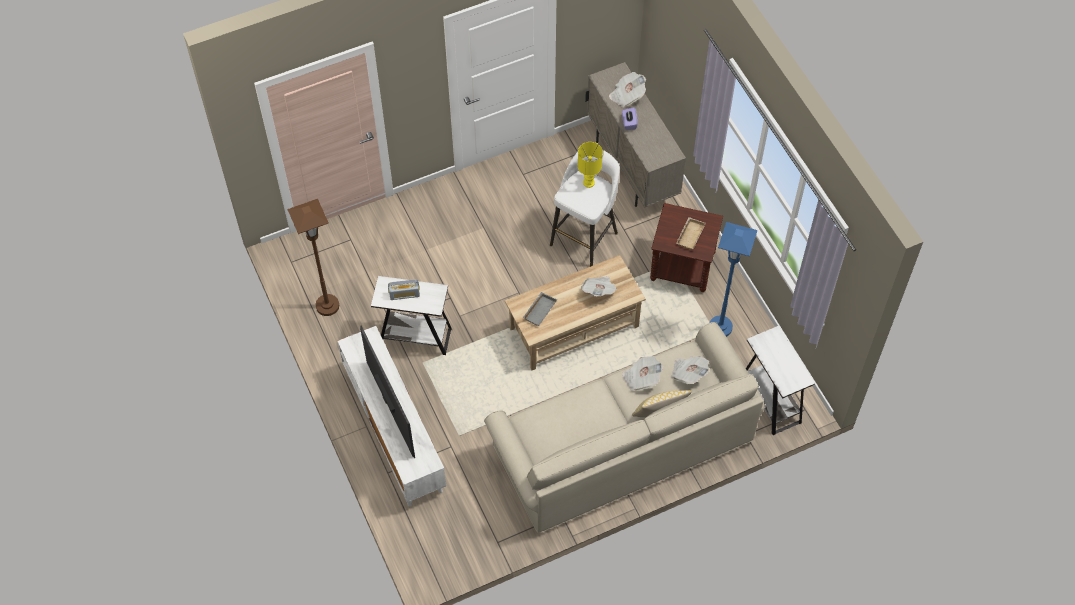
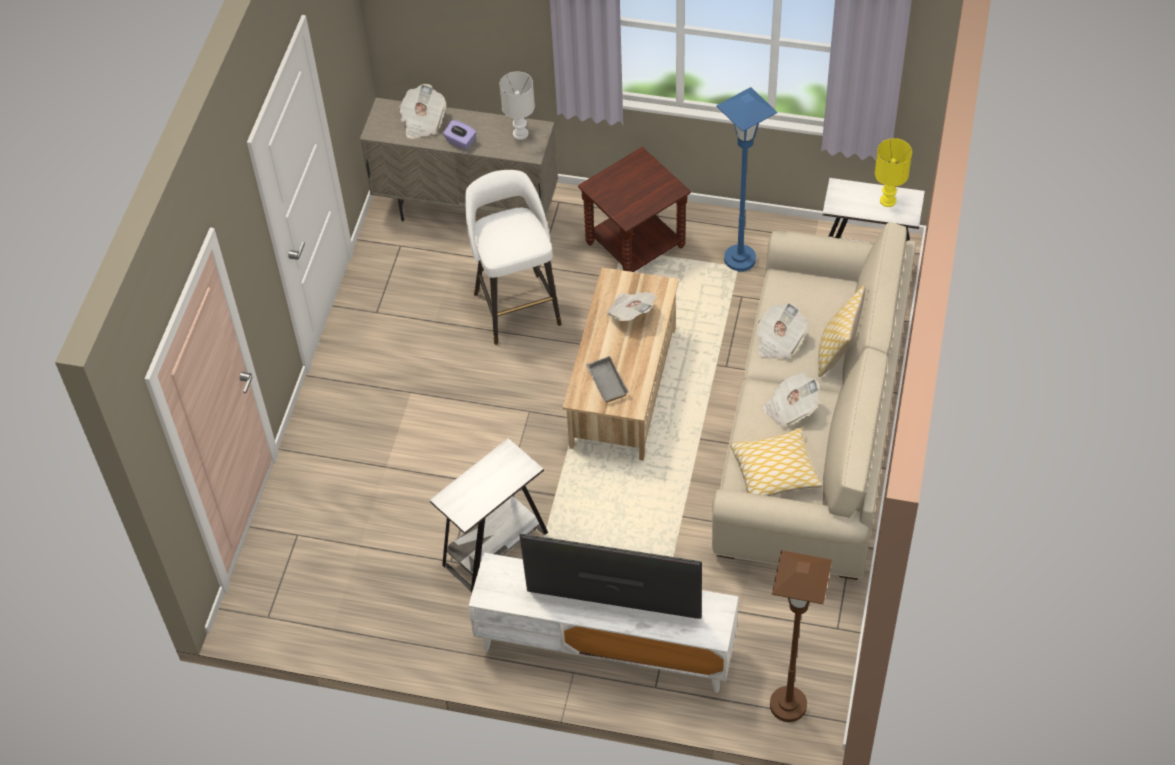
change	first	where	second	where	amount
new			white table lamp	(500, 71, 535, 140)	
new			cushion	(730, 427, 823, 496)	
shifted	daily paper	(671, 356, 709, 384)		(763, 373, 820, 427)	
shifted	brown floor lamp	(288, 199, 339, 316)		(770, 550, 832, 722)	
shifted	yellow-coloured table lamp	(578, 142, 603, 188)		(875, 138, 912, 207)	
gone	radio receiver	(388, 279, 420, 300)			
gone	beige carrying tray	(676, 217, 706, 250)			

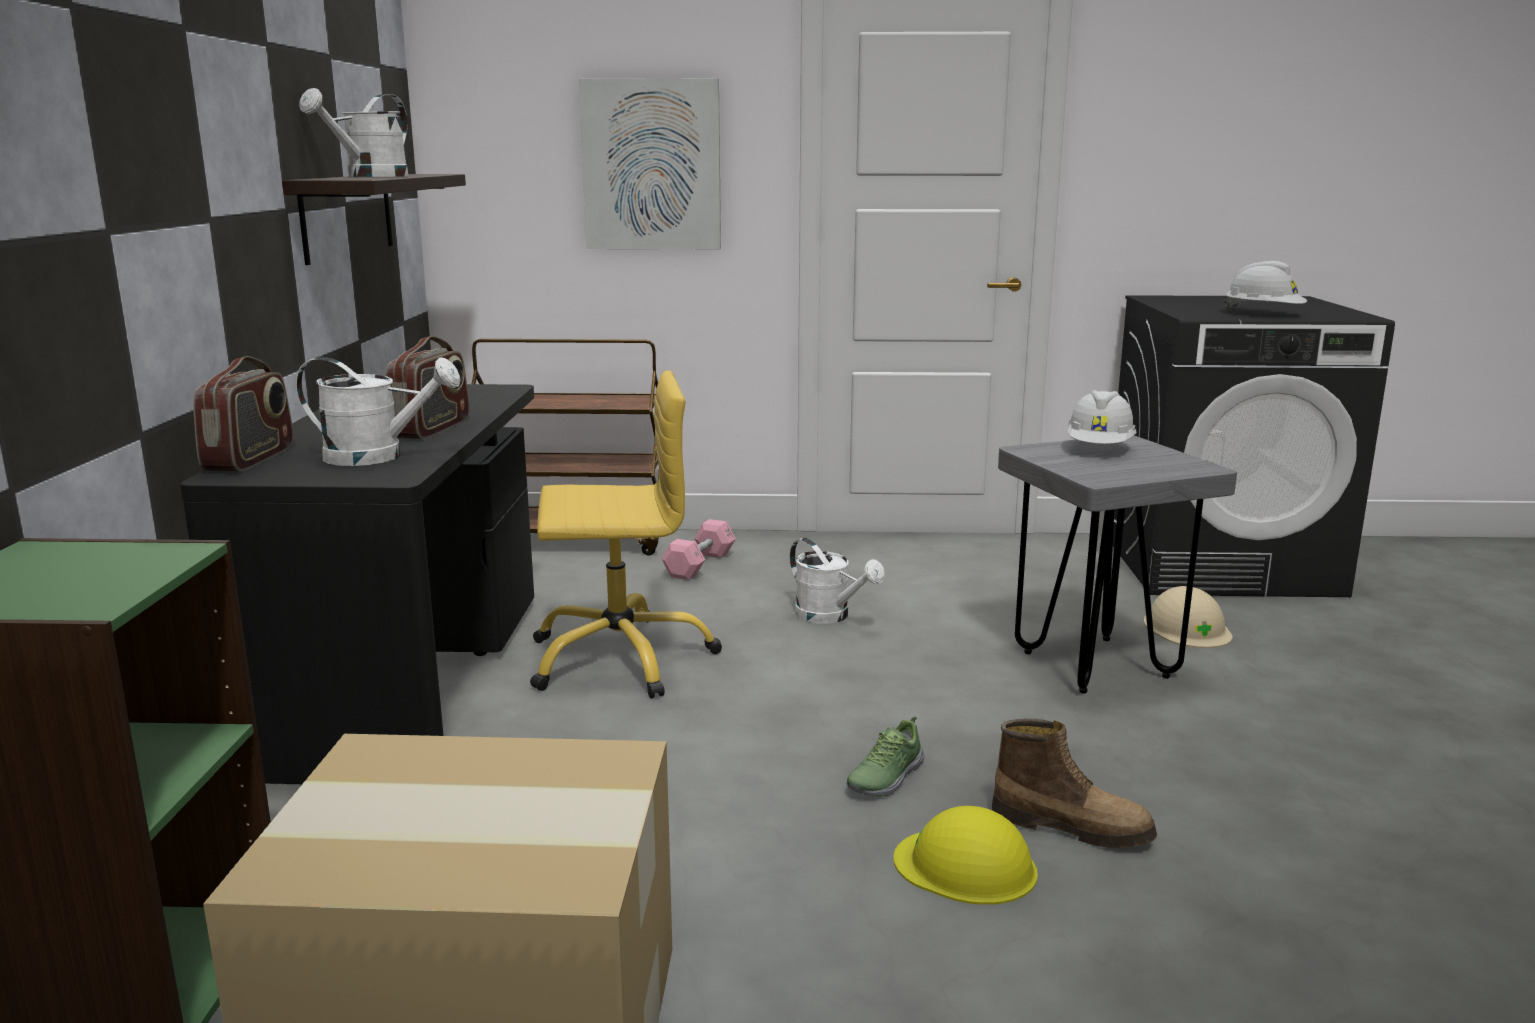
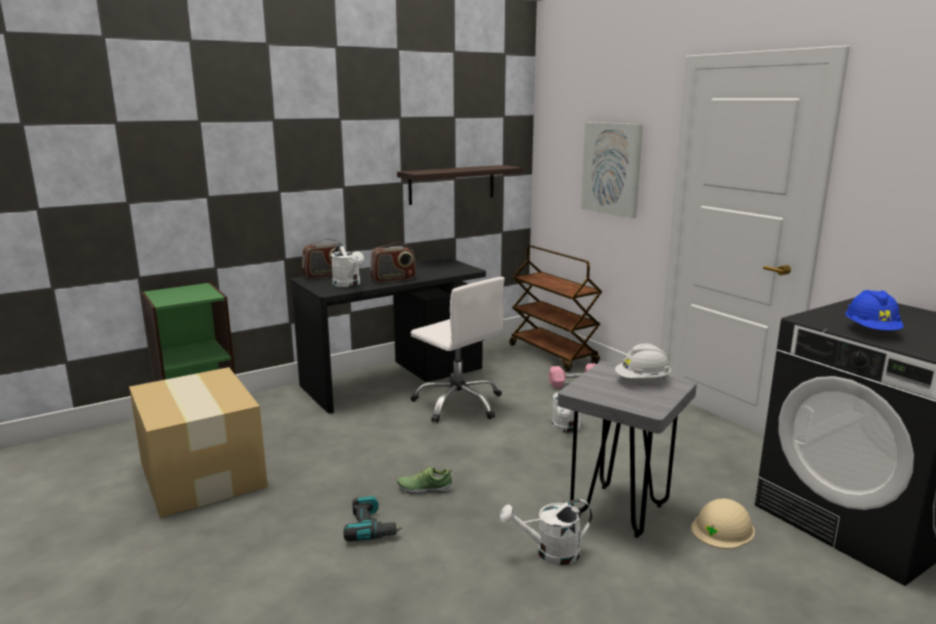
change	first	where	second	where	amount
swapped	yellow-coloured safety helmet	(893, 806, 1038, 905)	drill	(344, 496, 403, 542)	
repainted	yellow-coloured office chair	(530, 370, 722, 698)	white office chair	(410, 277, 505, 423)	
shifted	white watering can	(299, 88, 408, 177)		(500, 499, 592, 565)	
repainted	white safety helmet	(1224, 261, 1307, 311)	blue safety helmet	(845, 290, 904, 330)	
gone	high-top boot	(992, 719, 1157, 848)			

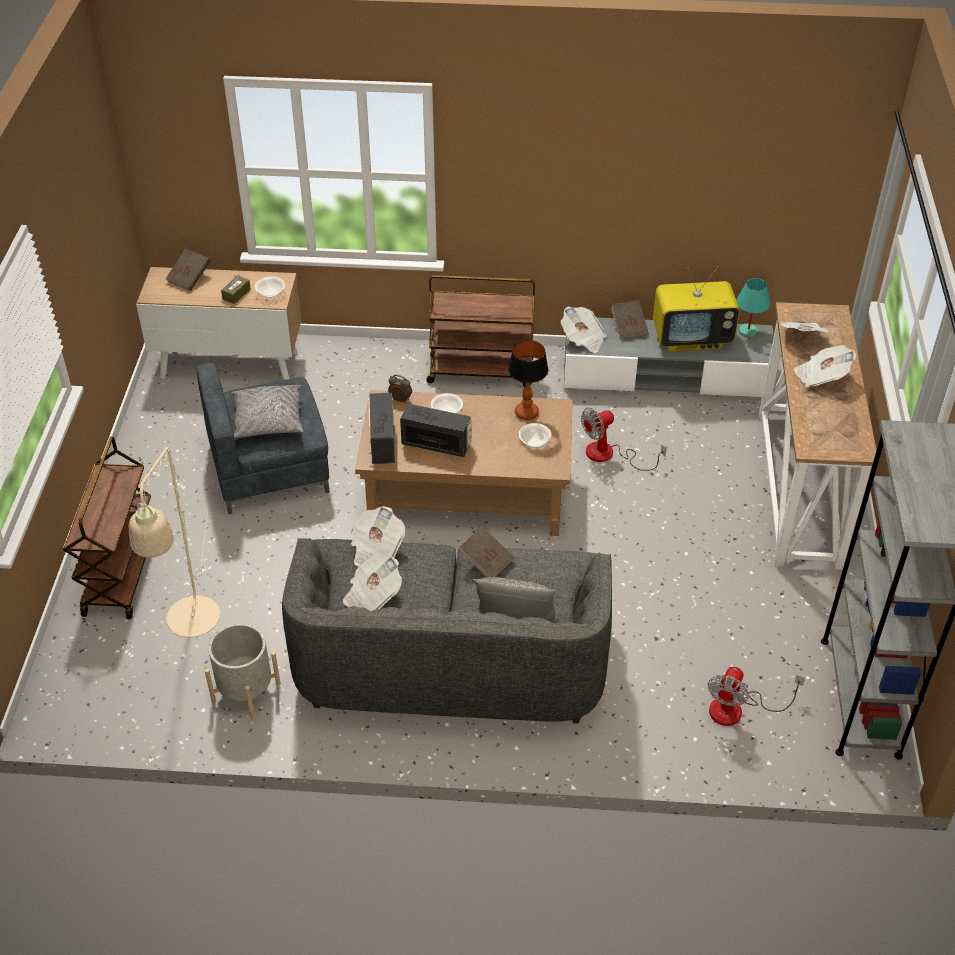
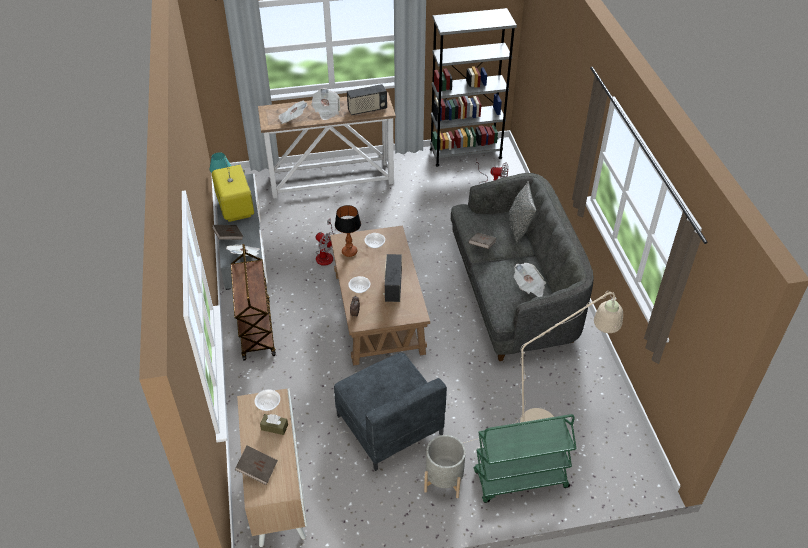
change	first	where	second	where	amount
shifted	radio receiver	(369, 393, 395, 464)		(347, 84, 387, 115)	
shifted	gray flower pot	(205, 623, 281, 720)		(424, 435, 466, 498)	
repainted	brown trolley	(63, 437, 151, 619)	green-coloured trolley	(474, 414, 577, 503)	
gone	gray cushion	(231, 385, 304, 438)			
gone	daily paper	(351, 506, 405, 567)			

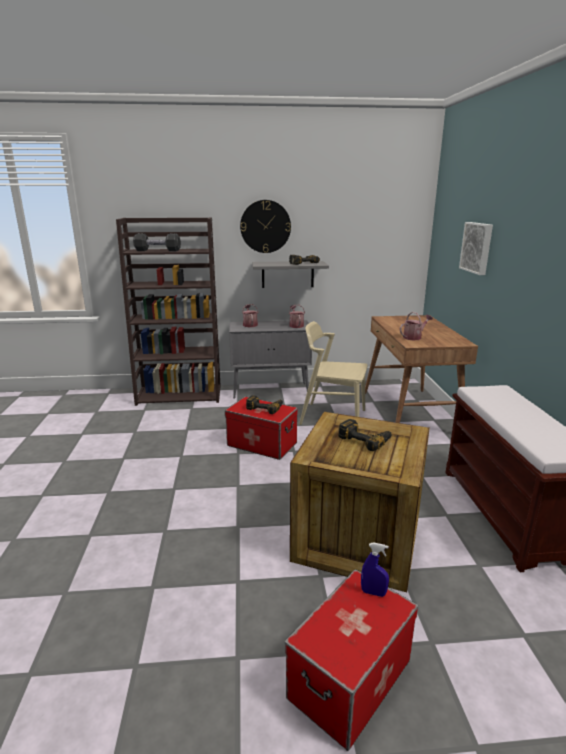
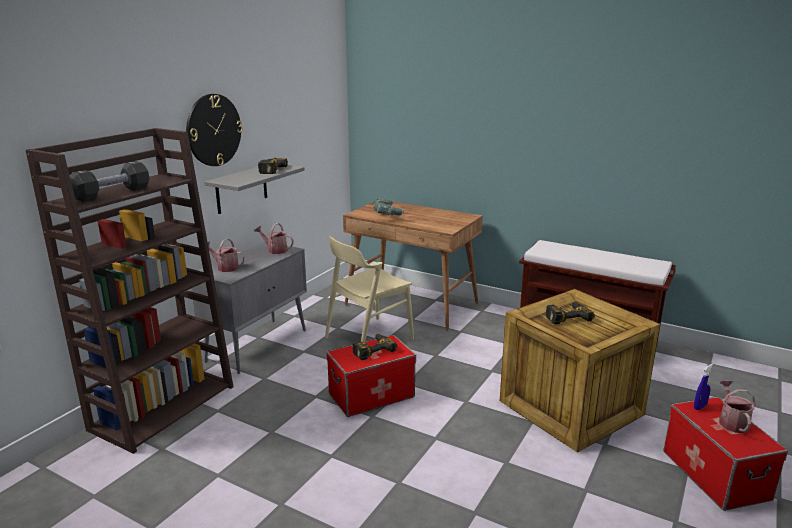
change	first	where	second	where	amount
new			drill	(373, 198, 409, 215)	
shifted	watering can	(400, 312, 433, 340)		(719, 381, 755, 433)	
gone	wall picture	(459, 222, 493, 275)			

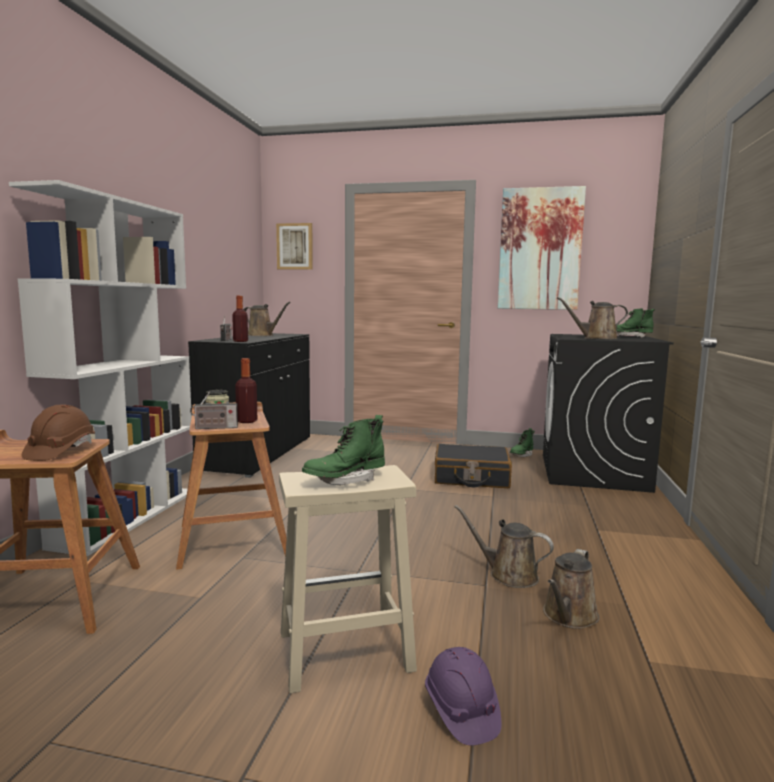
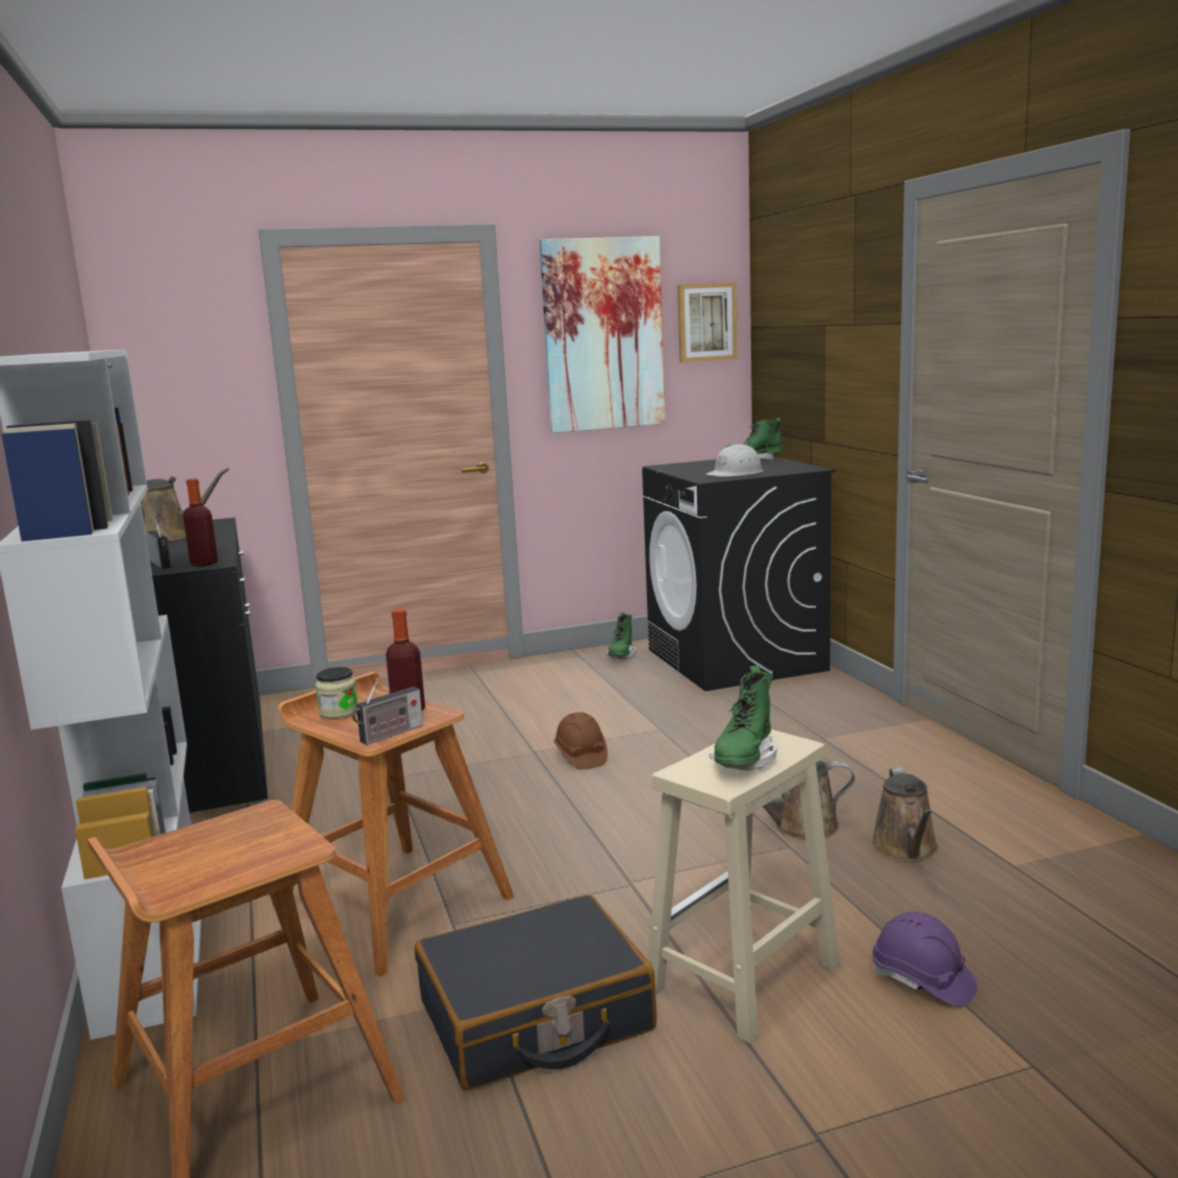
change	first	where	second	where	amount
shifted	blackish piece of luggage	(435, 444, 512, 488)		(415, 895, 657, 1090)	
shifted	brown safety helmet	(21, 404, 95, 461)		(554, 712, 608, 769)	
shifted	wall picture	(276, 223, 313, 270)		(677, 282, 738, 362)	
swapped	brown watering can	(557, 297, 628, 339)	white safety helmet	(706, 444, 763, 477)	

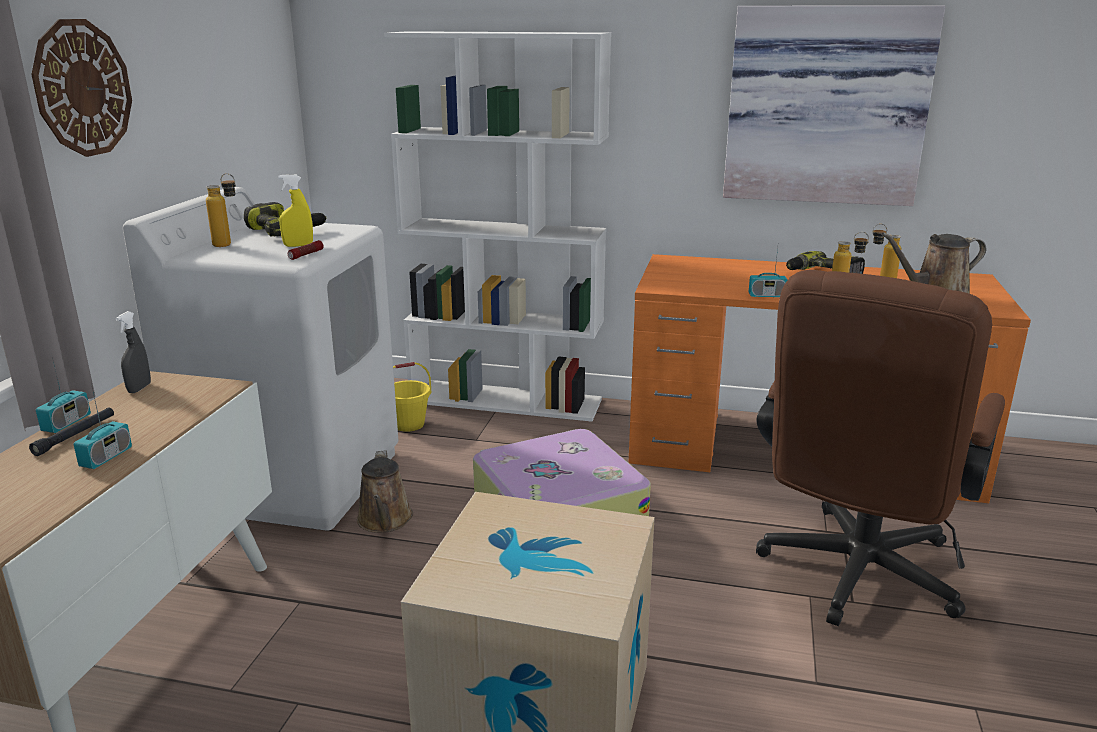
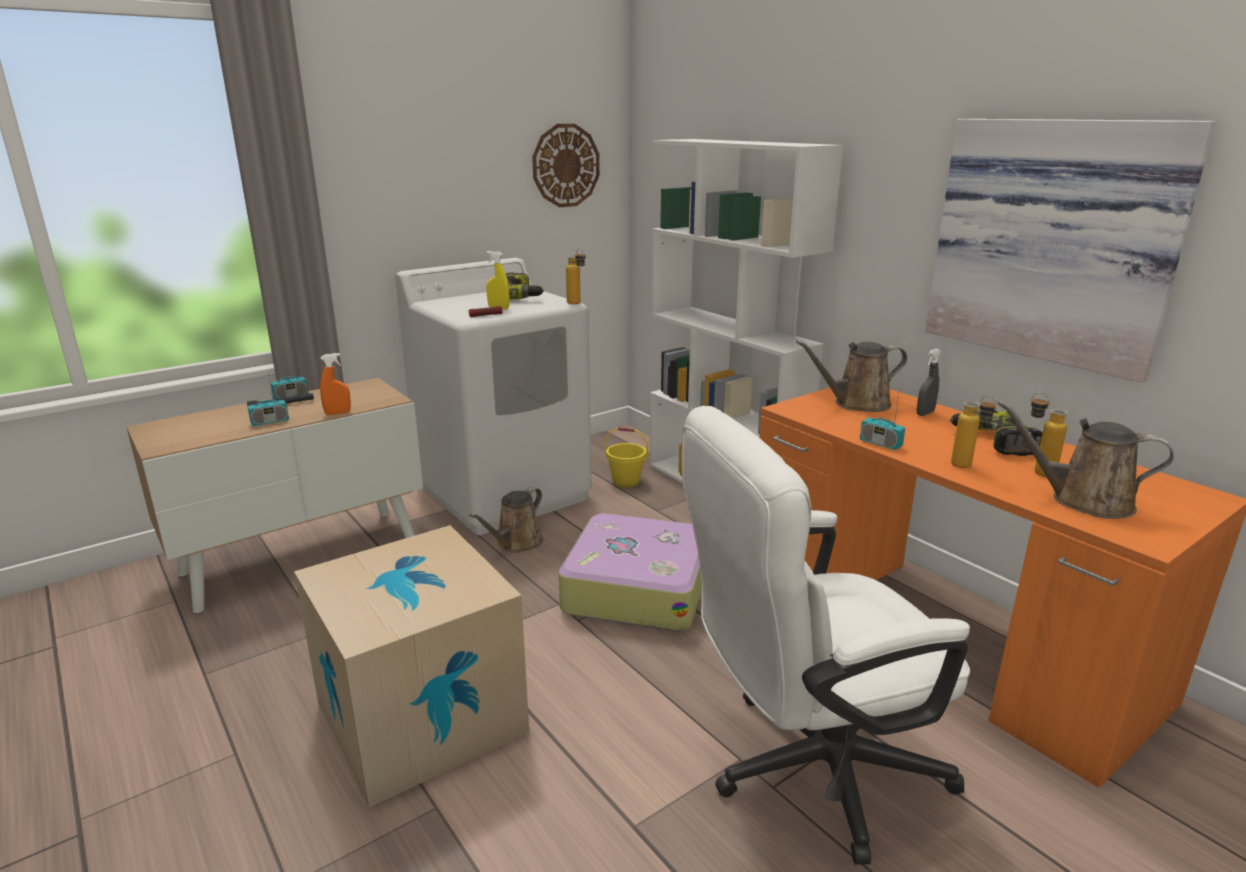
change	first	where	second	where	amount
new			orange spray bottle	(320, 353, 351, 415)	
shifted	hanging clock	(31, 19, 132, 157)		(532, 124, 600, 207)	
shifted	bottle	(206, 173, 236, 247)		(566, 248, 586, 304)	
repainted	brown office chair	(756, 270, 1005, 626)	white office chair	(682, 406, 970, 865)	
new			brown watering can	(796, 340, 907, 412)	
shifted	gray spray bottle	(115, 311, 151, 393)		(917, 349, 941, 416)	

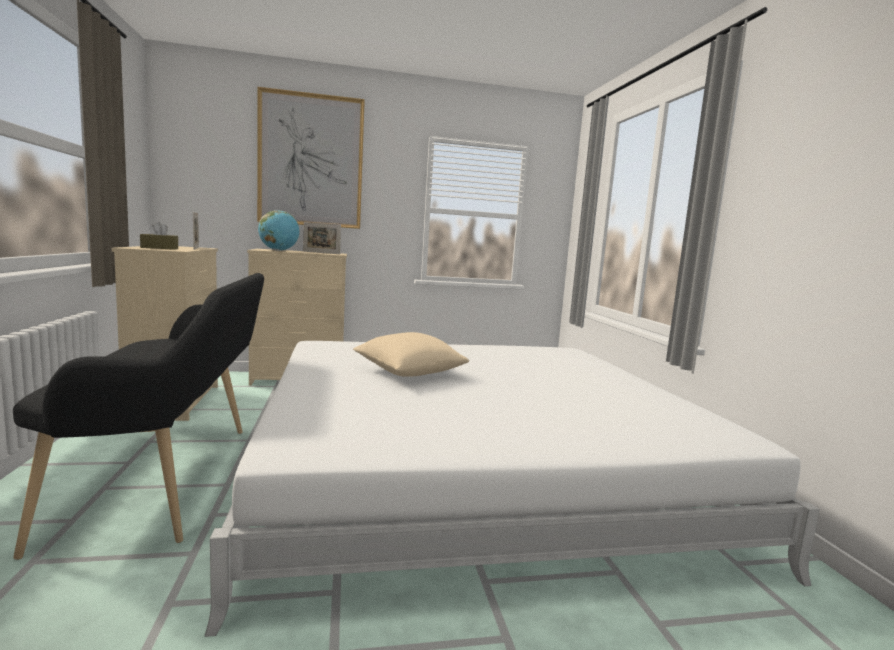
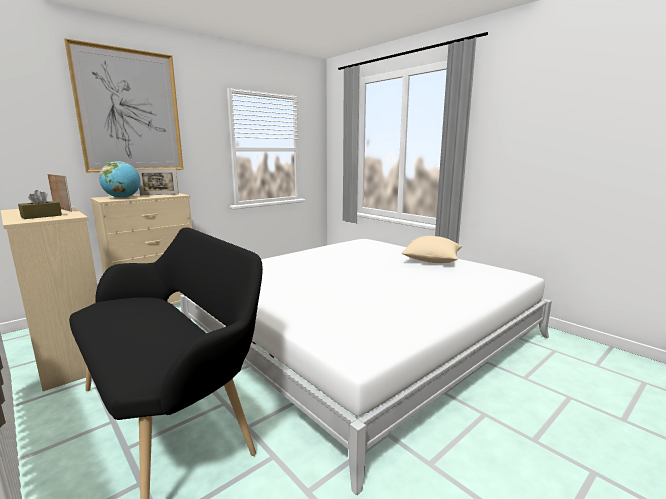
change	first	where	second	where	amount
shifted	beige cushion	(353, 332, 469, 377)		(401, 236, 462, 263)	

